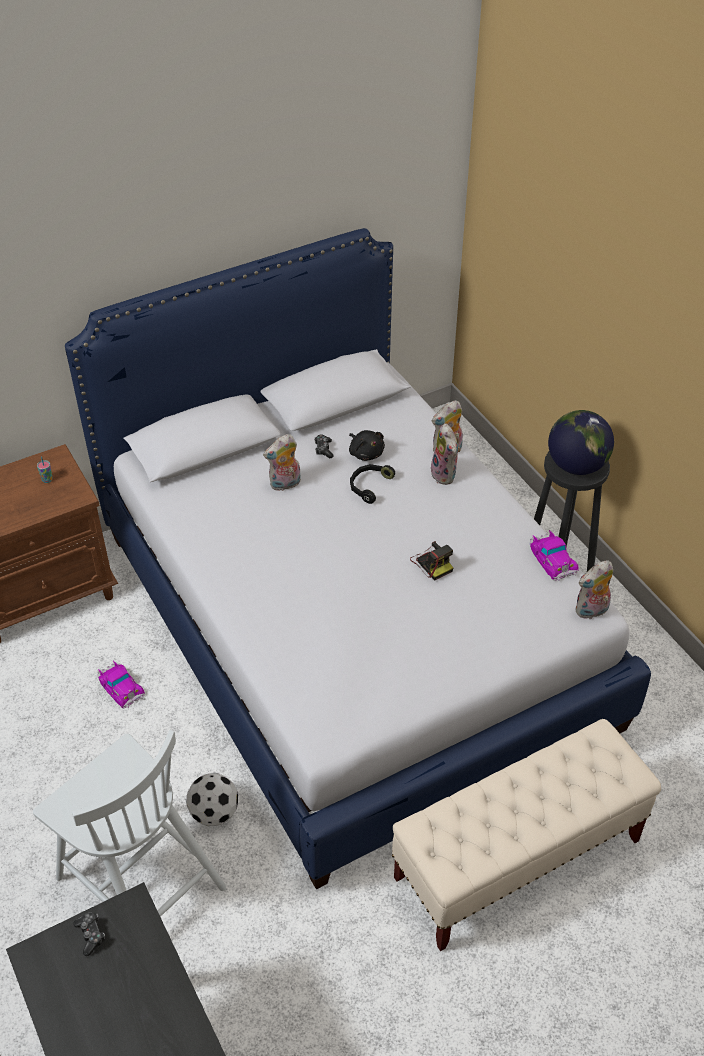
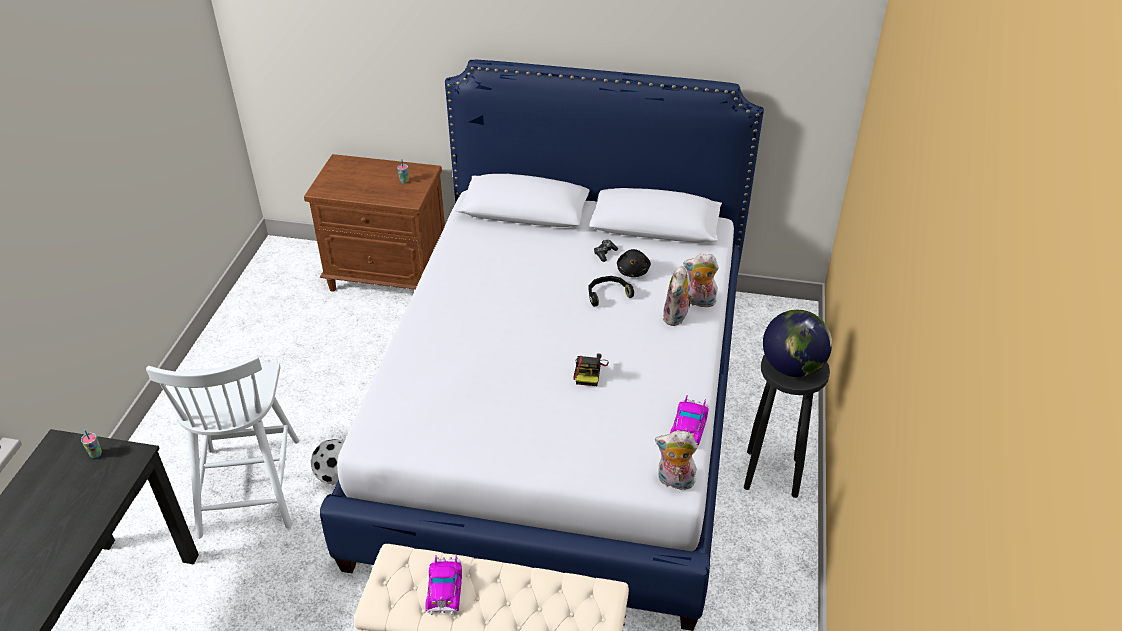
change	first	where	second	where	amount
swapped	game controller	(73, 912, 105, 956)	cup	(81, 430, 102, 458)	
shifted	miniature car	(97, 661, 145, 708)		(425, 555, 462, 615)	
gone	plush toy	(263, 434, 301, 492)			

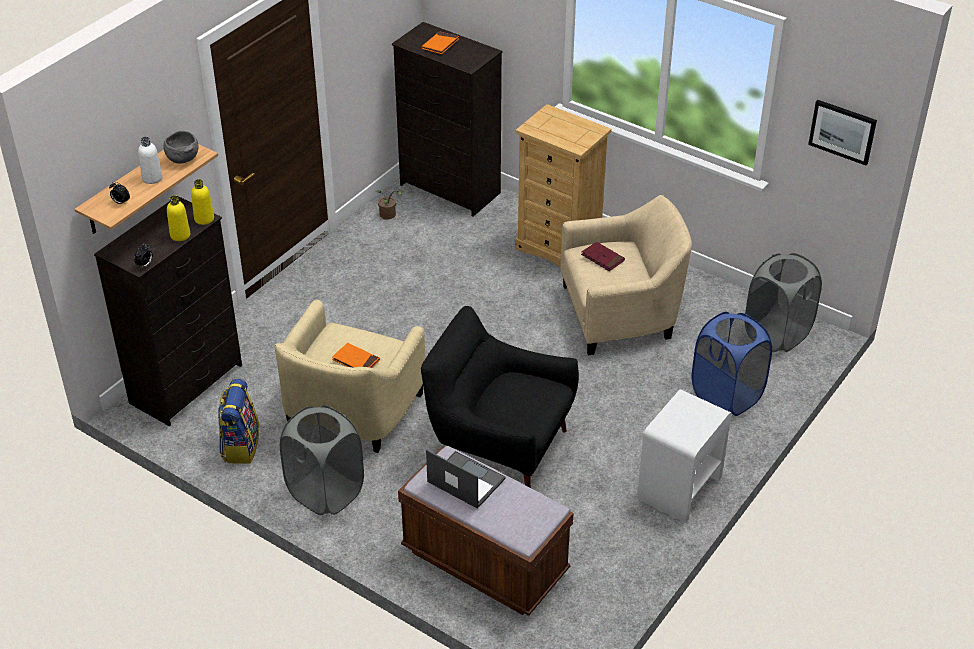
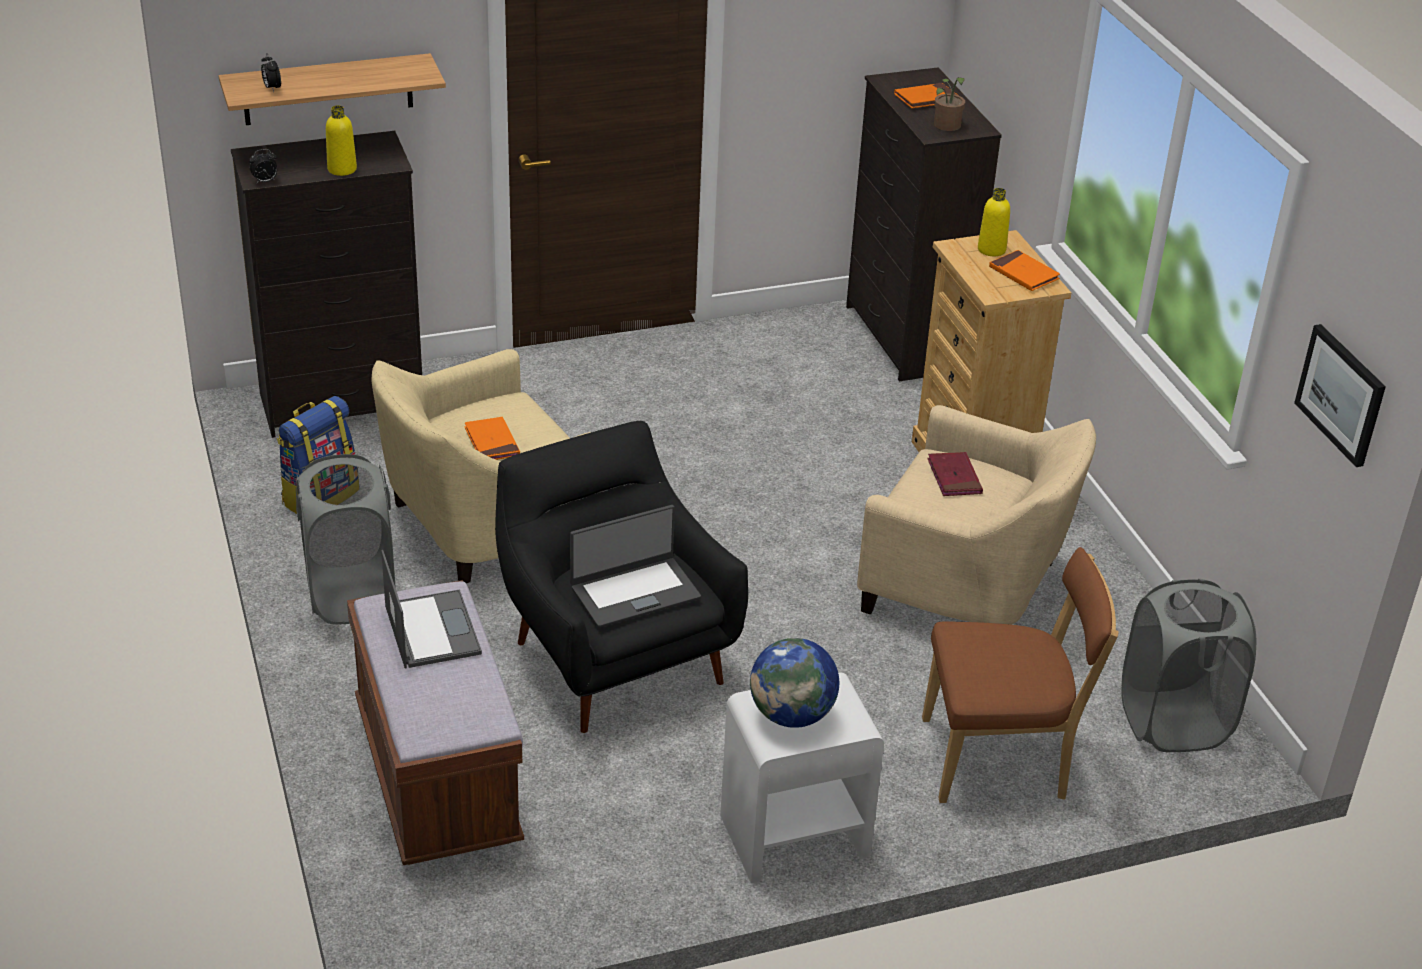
change	first	where	second	where	amount
new			portable computer	(570, 505, 701, 628)	
new			globe	(750, 638, 839, 728)	
swapped	blue laundry basket	(692, 312, 772, 416)	brown plain chair	(922, 547, 1119, 803)	
shifted	potted plant	(376, 190, 402, 220)		(934, 77, 965, 131)	
shifted	yellow-coloured bottle	(191, 179, 214, 225)		(978, 188, 1010, 256)	
new			orange volume	(989, 250, 1060, 291)	
gone	white bottle	(138, 137, 163, 184)			
gone	gray bowl	(163, 131, 198, 164)			

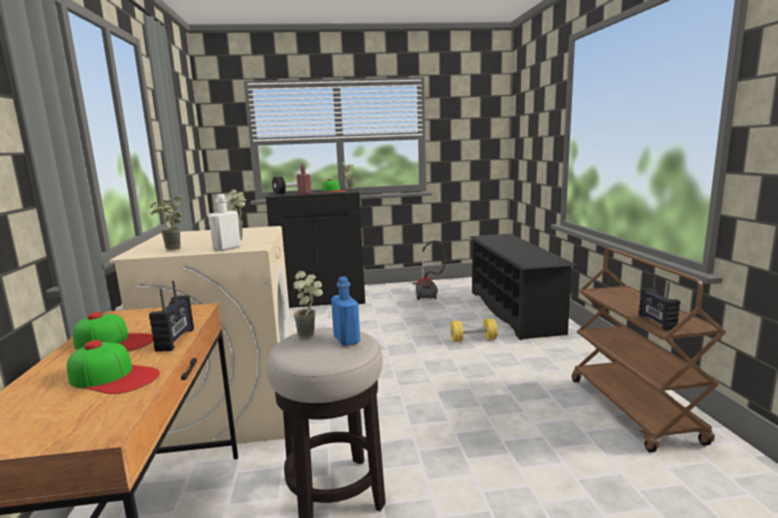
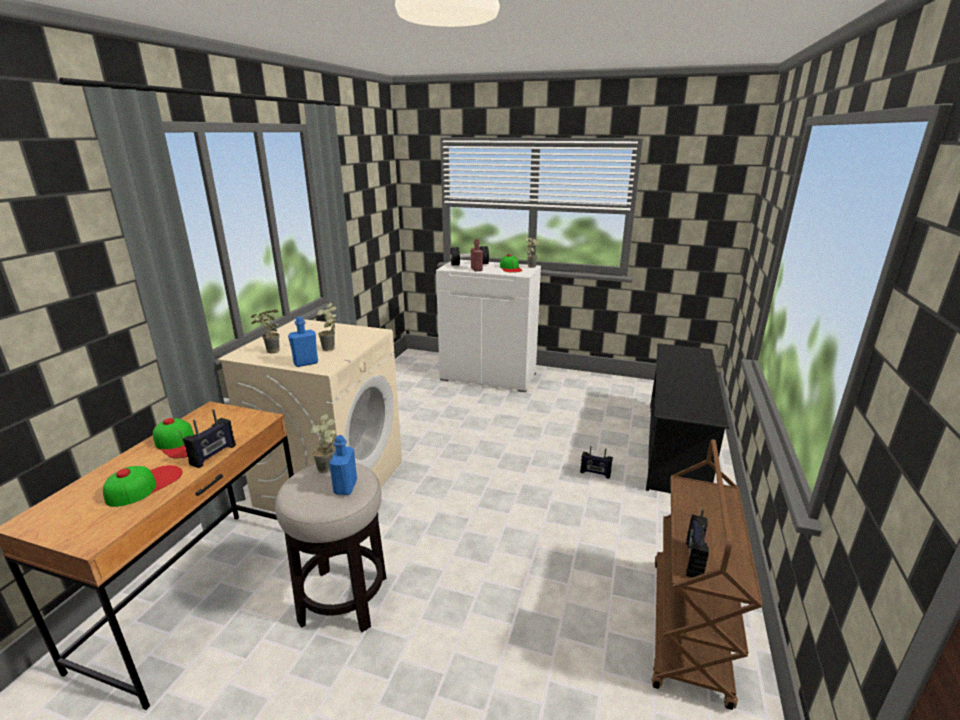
change	first	where	second	where	amount
rotated	peaked cap	(67, 340, 160, 394)		(103, 465, 183, 507)	105 degrees counterclockwise
repainted	white bottle	(208, 194, 241, 251)	blue bottle	(288, 316, 318, 367)	
repainted	blackish storage cabinet	(266, 188, 365, 308)	white storage cabinet	(436, 260, 541, 392)	
swapped	yellow-coloured dumbbell	(450, 318, 498, 342)	radio receiver	(580, 446, 613, 479)	
gone	vacuum cleaner	(412, 240, 446, 300)			

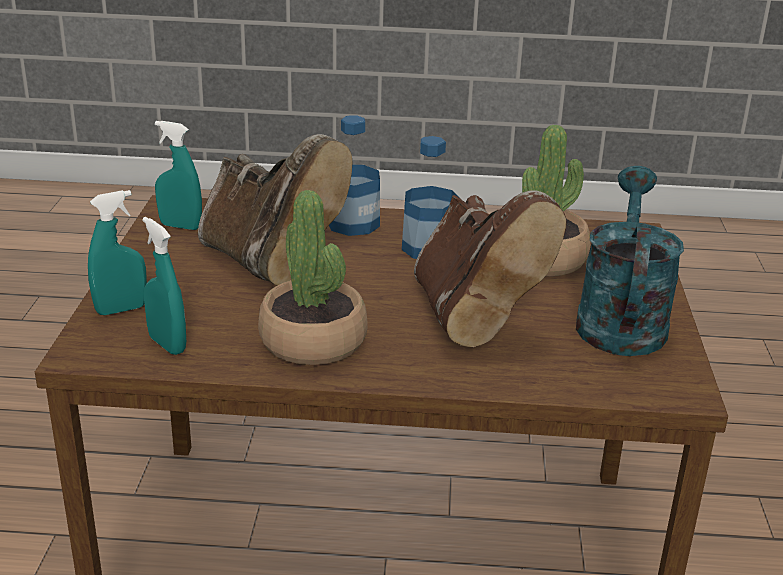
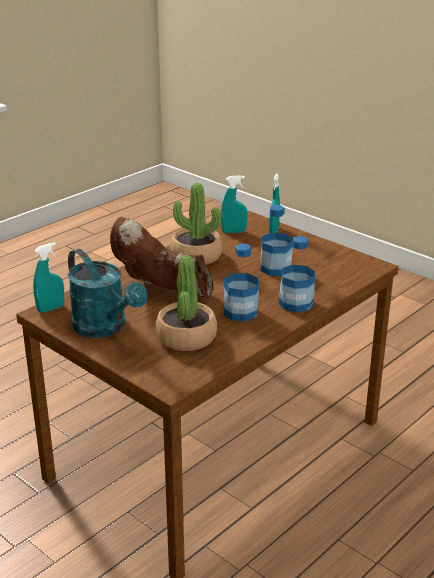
change	first	where	second	where	amount
shifted	turquoise-coloured spray bottle	(155, 121, 202, 230)		(33, 242, 64, 313)	
swapped	brown high-top boot	(198, 134, 353, 286)	bottle	(261, 205, 294, 276)	

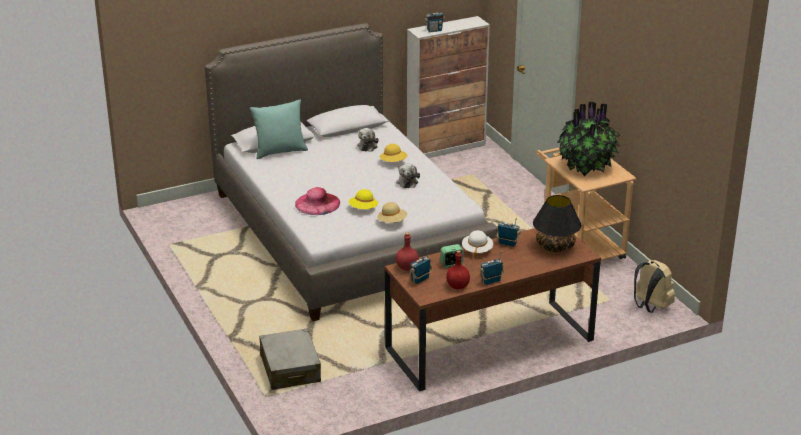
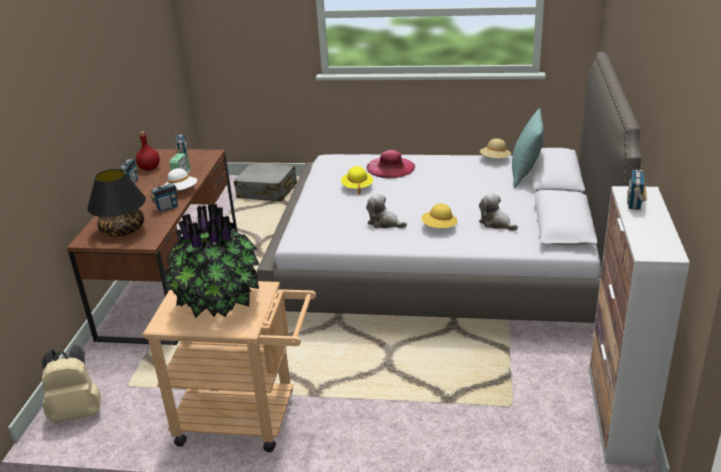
change	first	where	second	where	amount
shifted	beige wearable hat	(377, 202, 407, 223)		(480, 138, 511, 158)	
gone	reddish bottle	(396, 232, 419, 271)			

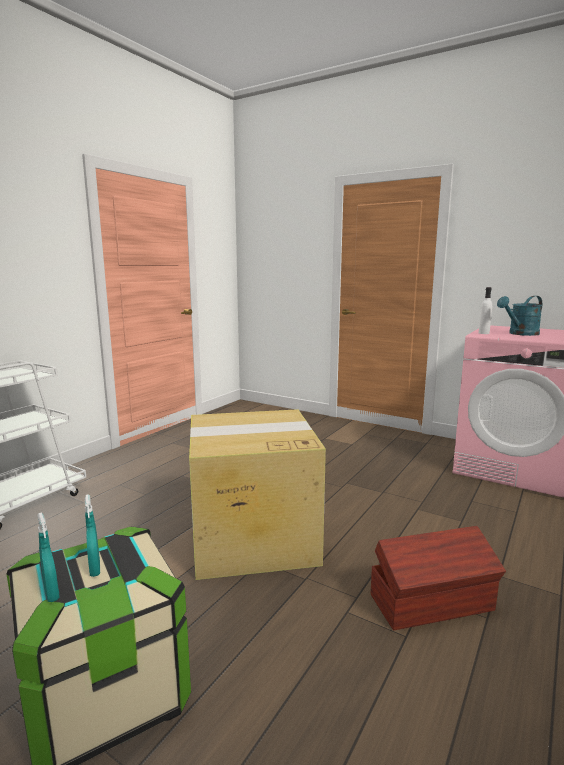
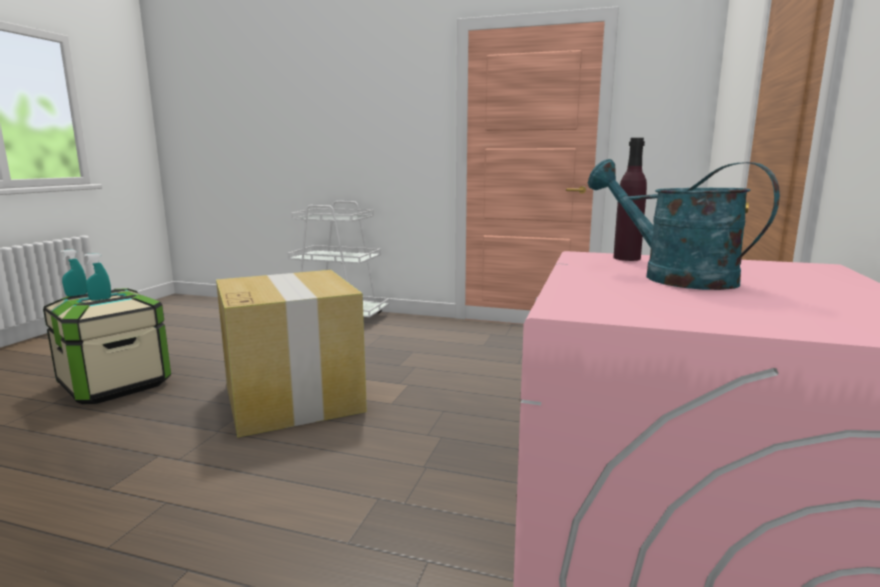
change	first	where	second	where	amount
repainted	white bottle	(479, 287, 492, 334)	purple bottle	(613, 138, 647, 261)	
gone	brown storage box	(371, 526, 506, 630)			

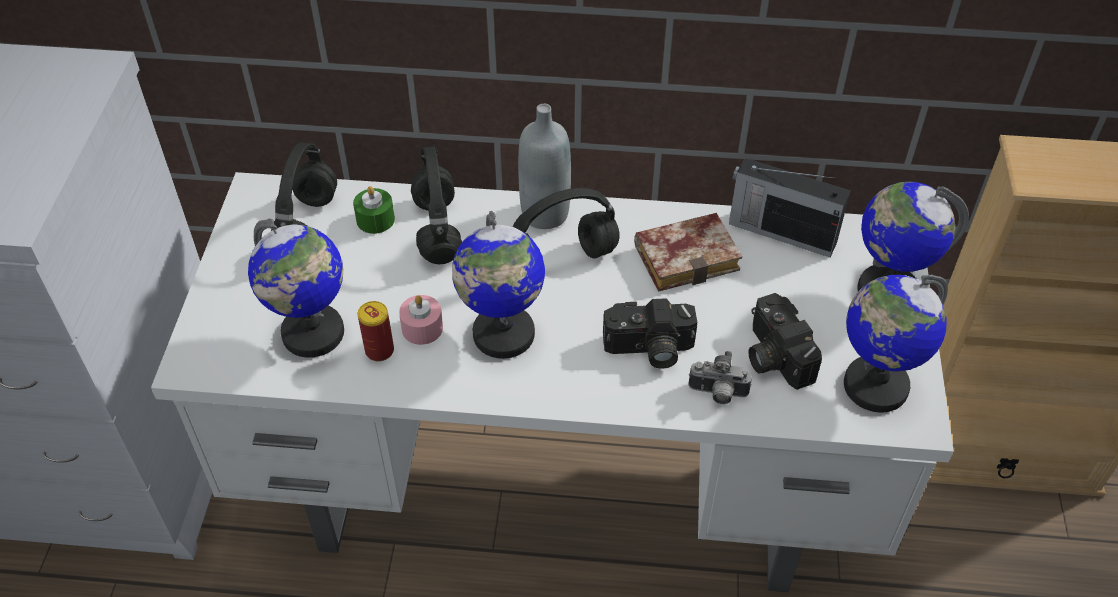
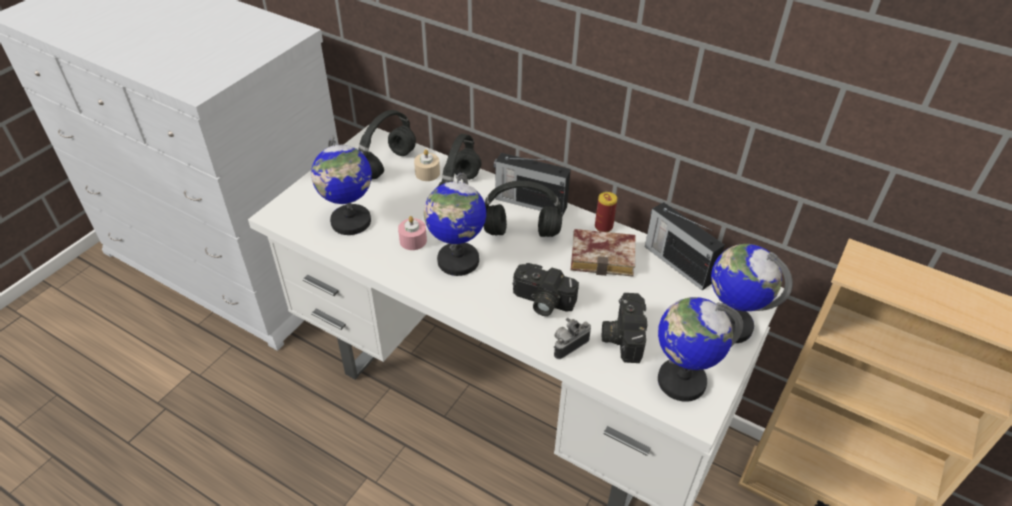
change	first	where	second	where	amount
repainted	green-coloured wax light	(353, 186, 395, 234)	beige wax light	(414, 149, 440, 181)	
swapped	gray bottle	(518, 104, 571, 229)	radio receiver	(494, 153, 571, 216)	
rotated	still camera	(689, 351, 752, 404)		(554, 318, 591, 359)	105 degrees clockwise
shifted	sealed can	(358, 301, 394, 361)		(595, 192, 617, 232)	

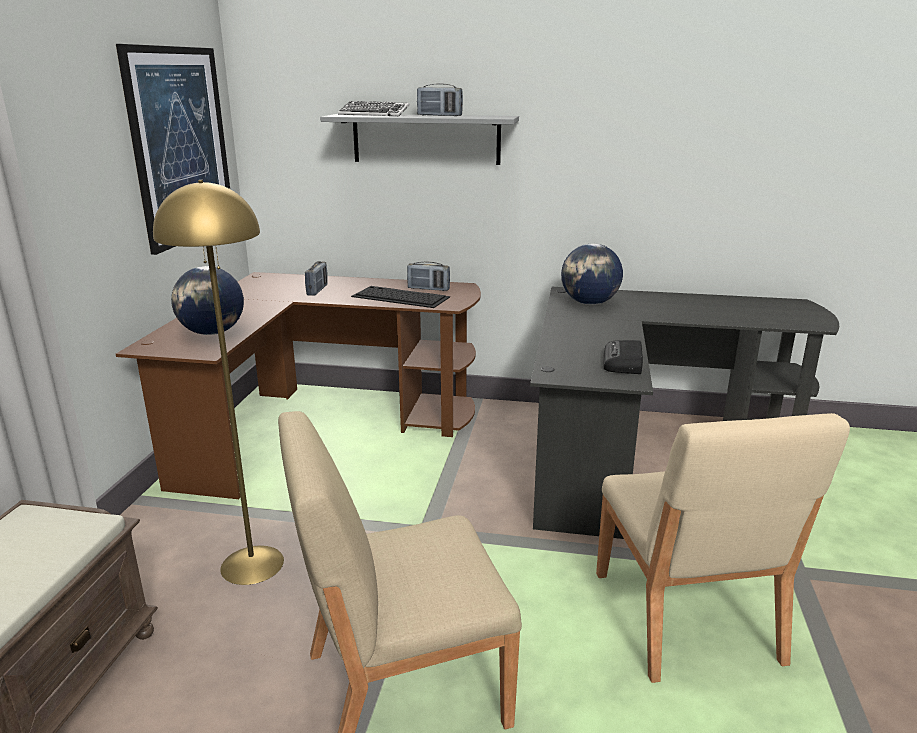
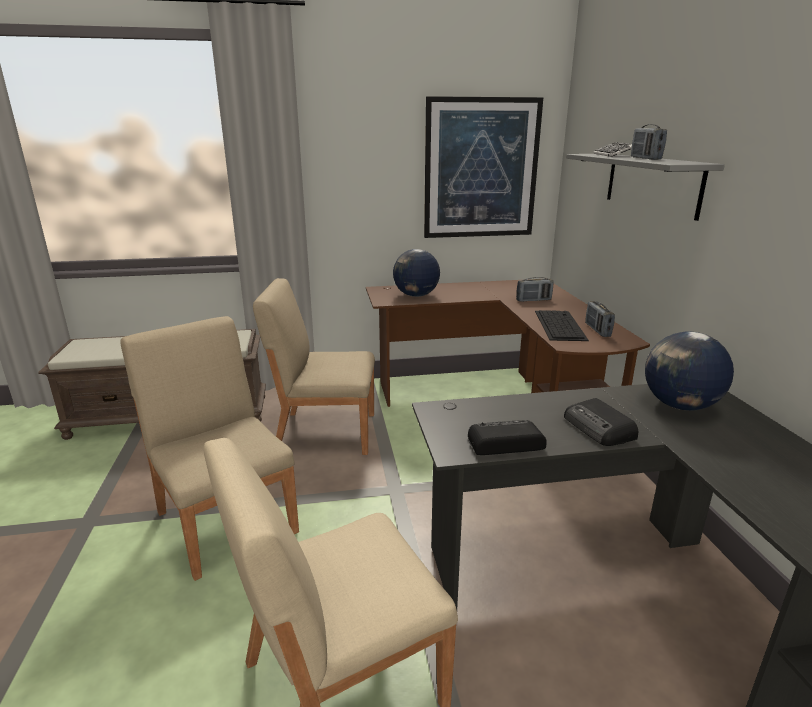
change	first	where	second	where	amount
swapped	yellow-coloured floor lamp	(153, 180, 284, 585)	beige plain chair	(253, 278, 375, 455)	
new			radio receiver	(564, 398, 638, 446)	

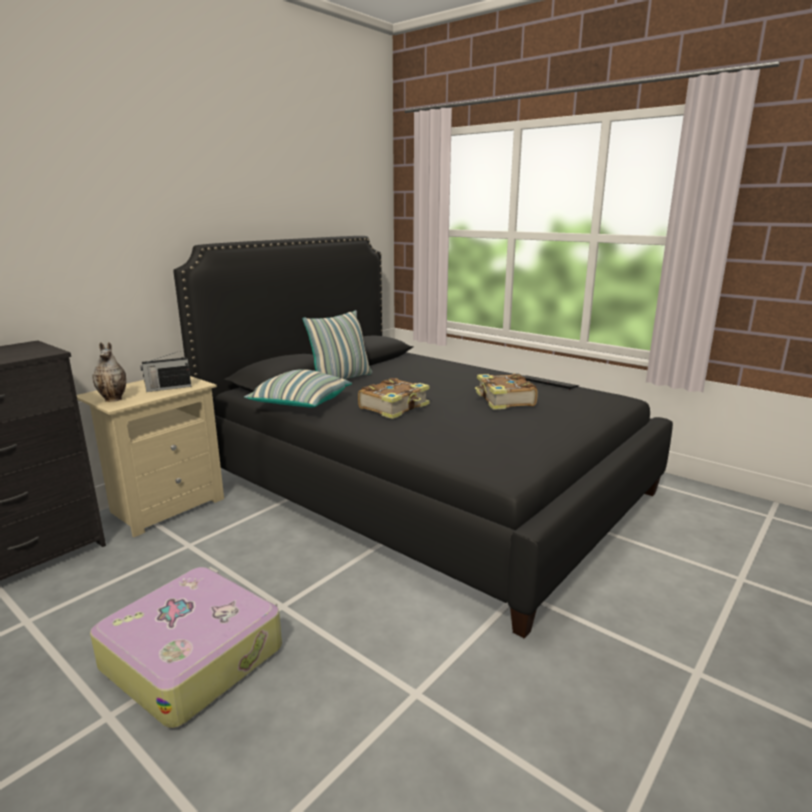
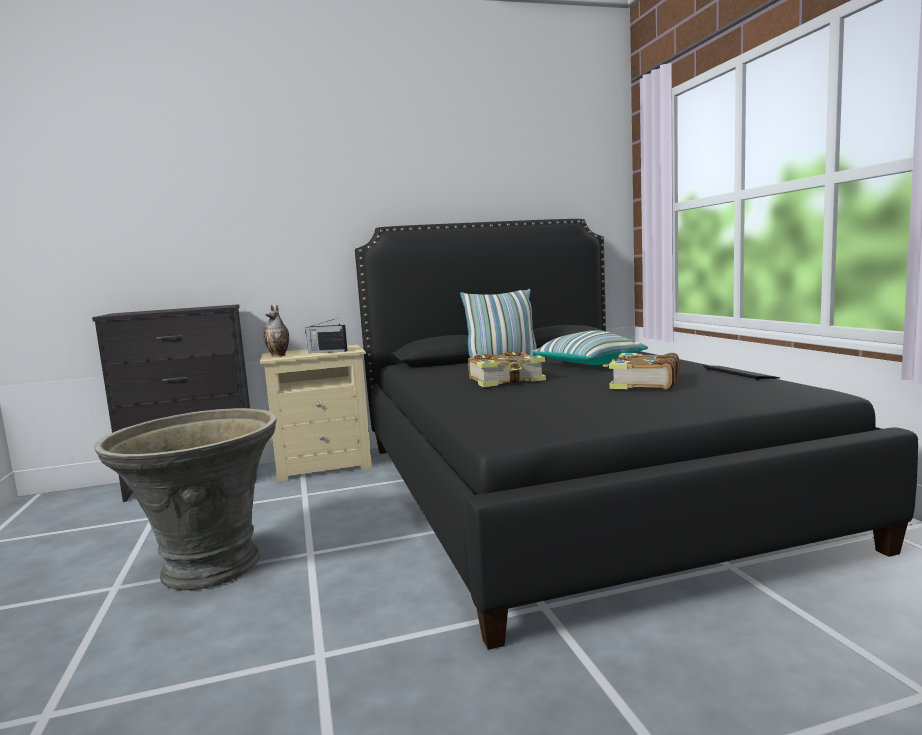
change	first	where	second	where	amount
swapped	piece of luggage	(90, 567, 282, 728)	gray flower pot	(94, 408, 277, 590)	
shifted	cushion	(244, 369, 352, 408)		(532, 330, 648, 365)	

